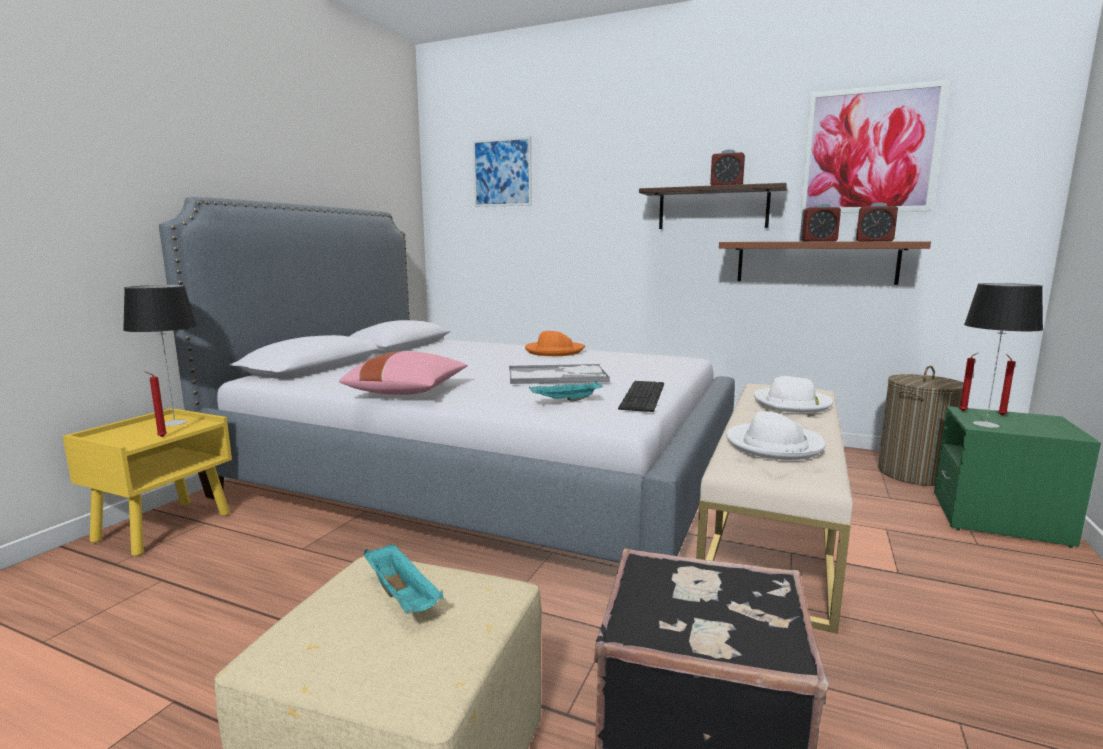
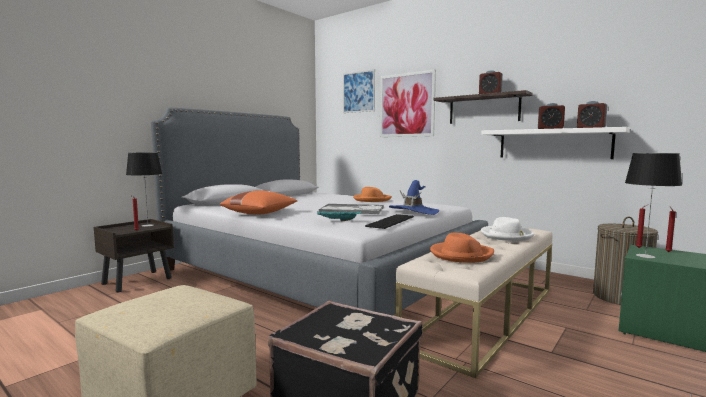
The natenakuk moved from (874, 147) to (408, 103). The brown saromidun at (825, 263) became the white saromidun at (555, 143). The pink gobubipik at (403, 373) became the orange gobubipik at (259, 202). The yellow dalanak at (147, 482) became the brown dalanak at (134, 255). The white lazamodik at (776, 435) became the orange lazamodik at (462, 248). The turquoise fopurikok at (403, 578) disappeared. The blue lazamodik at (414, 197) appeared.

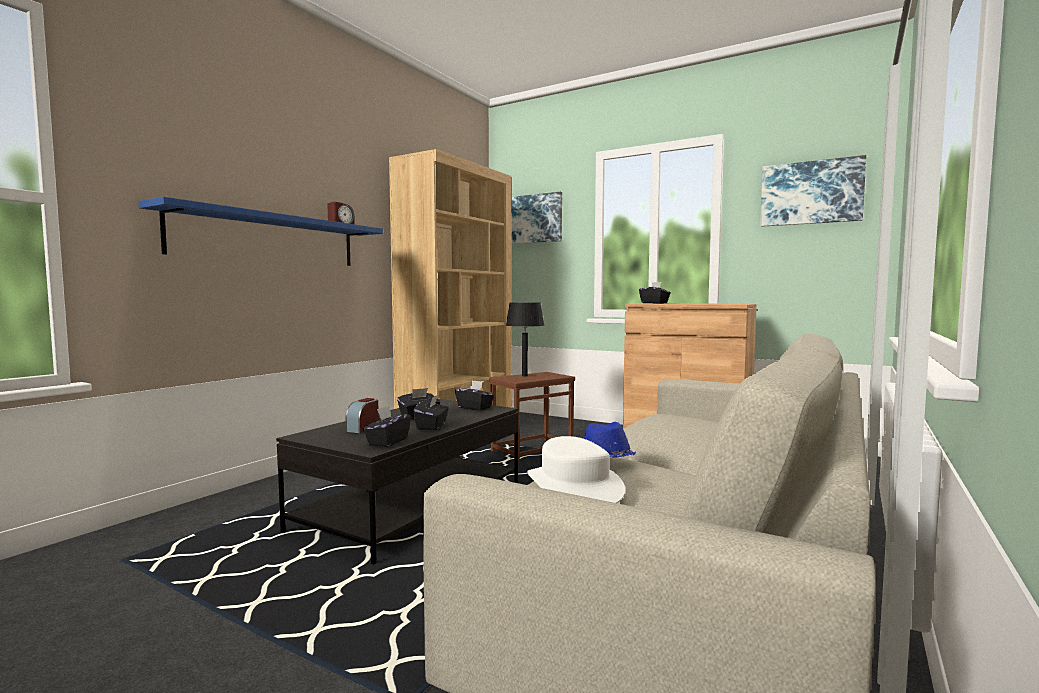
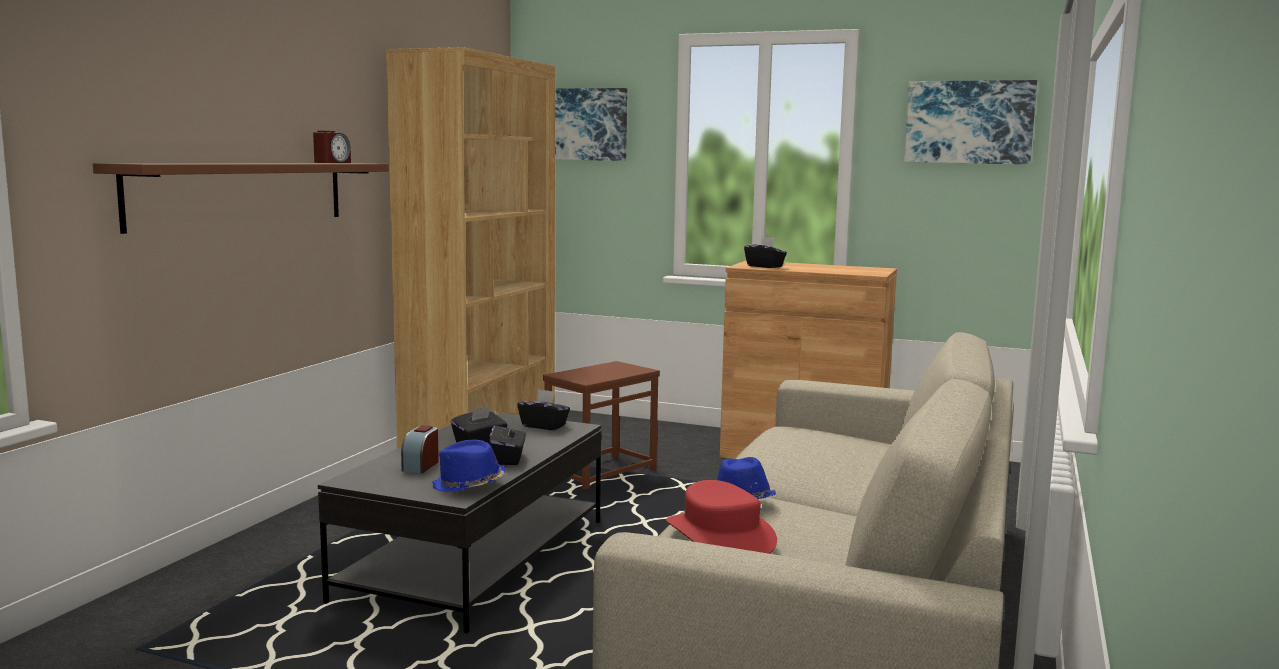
The blue saromidun at (260, 231) became the brown saromidun at (241, 198). The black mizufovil at (525, 339) disappeared. The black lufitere at (387, 426) was replaced by the blue lazamodik at (469, 466). The white lazamodik at (576, 469) became the red lazamodik at (721, 517).

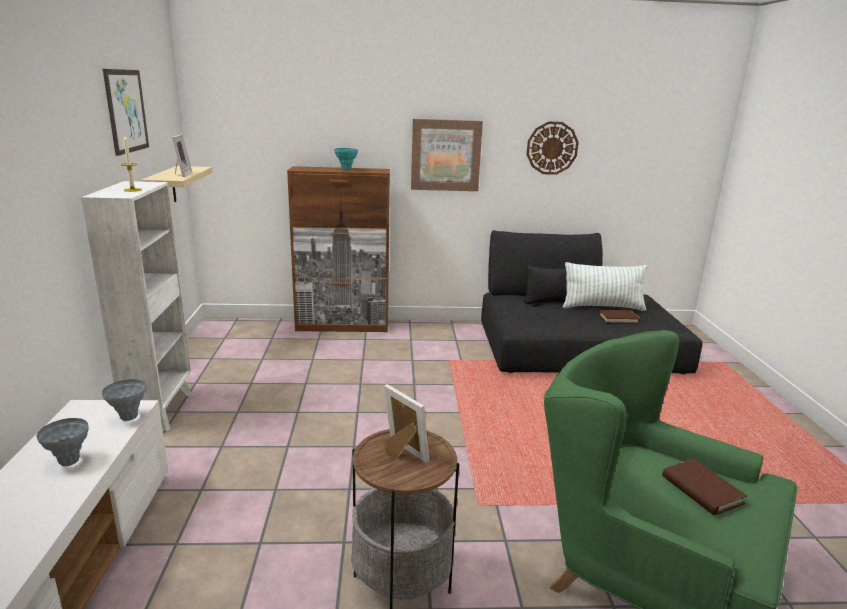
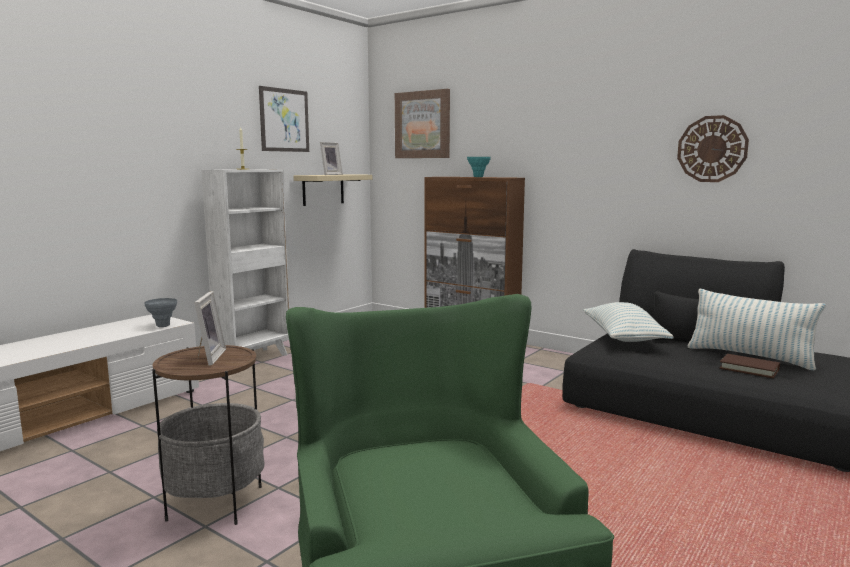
The natenakuk moved from (447, 155) to (422, 123). The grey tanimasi at (62, 442) disappeared. The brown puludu at (704, 487) disappeared. The gobubipik at (628, 322) appeared.

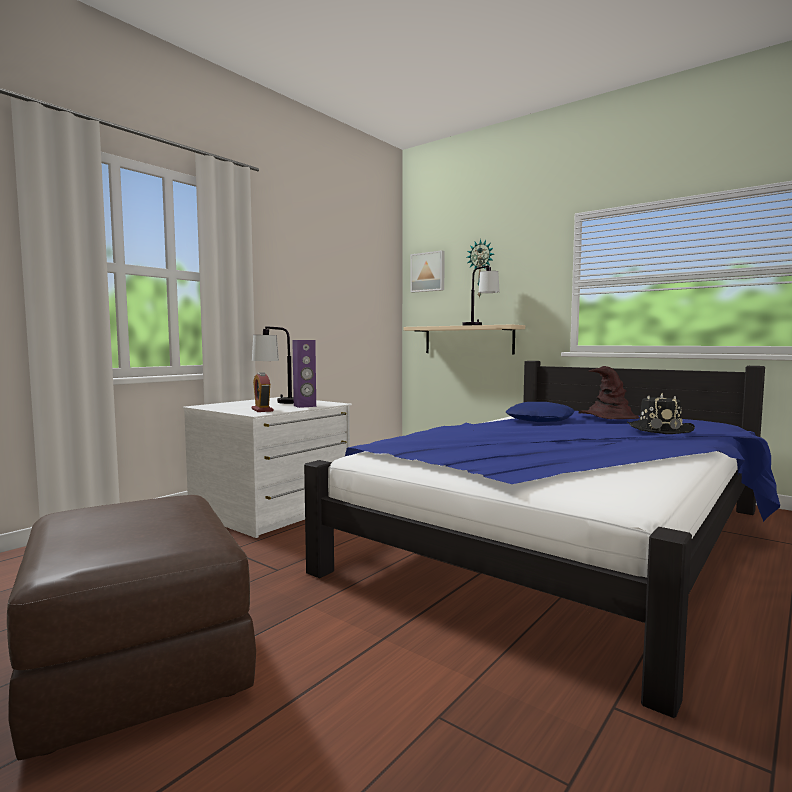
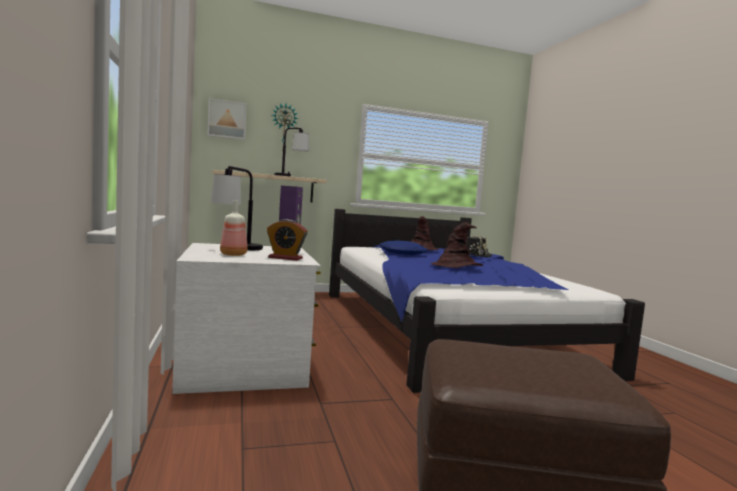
The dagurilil at (234, 228) appeared. The brown lazamodik at (457, 245) appeared.

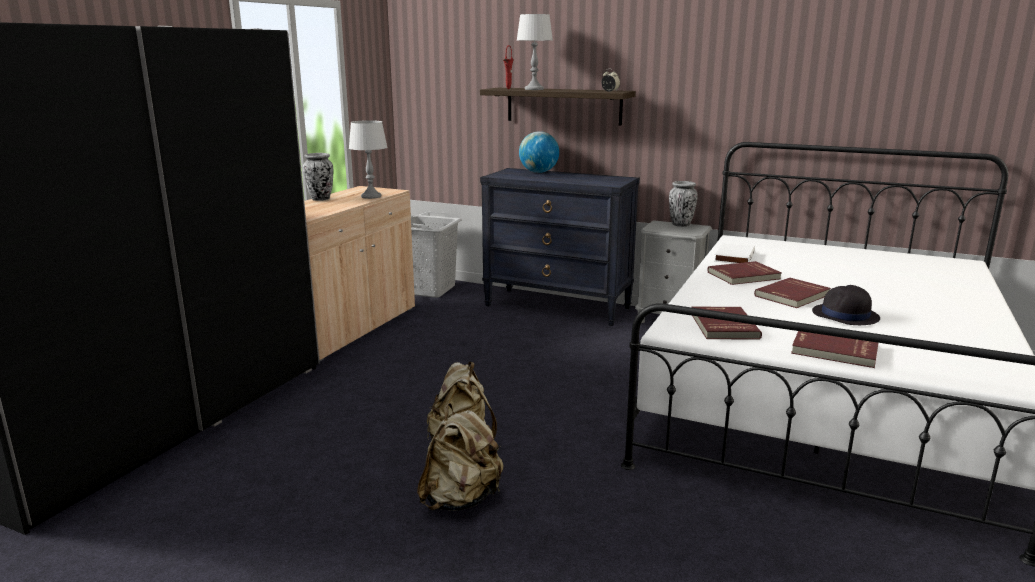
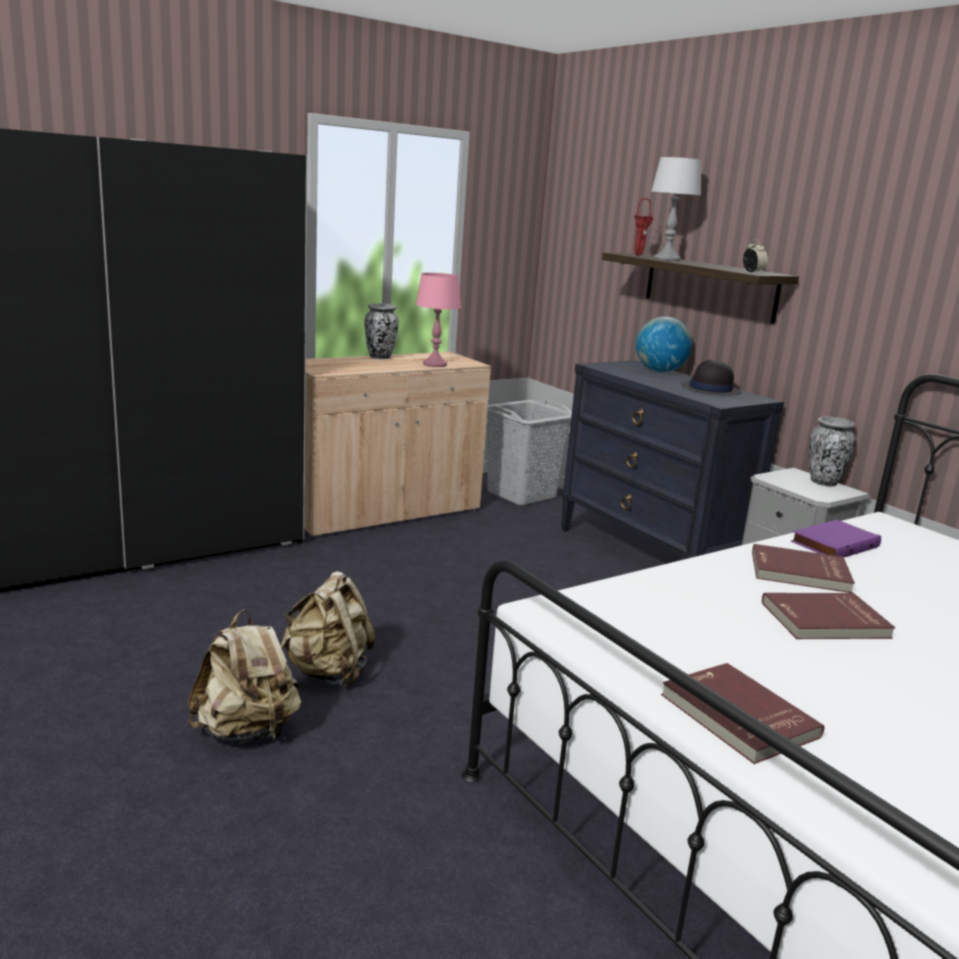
The grey mizufovil at (368, 159) became the pink mizufovil at (438, 320). The white puludu at (734, 253) became the purple puludu at (836, 538). The black lazamodik moved from (846, 305) to (710, 377). The red puludu at (727, 323) disappeared.

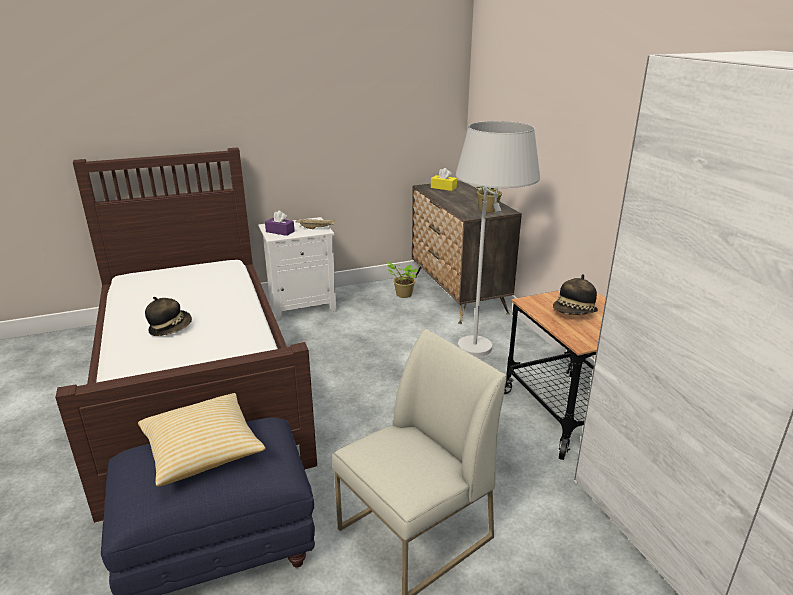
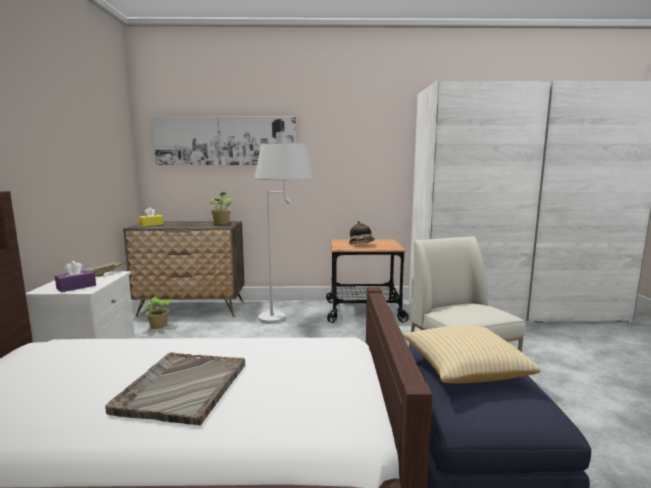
The lazamodik at (168, 316) was replaced by the grey fopurikok at (175, 389). The natenakuk at (224, 141) appeared.

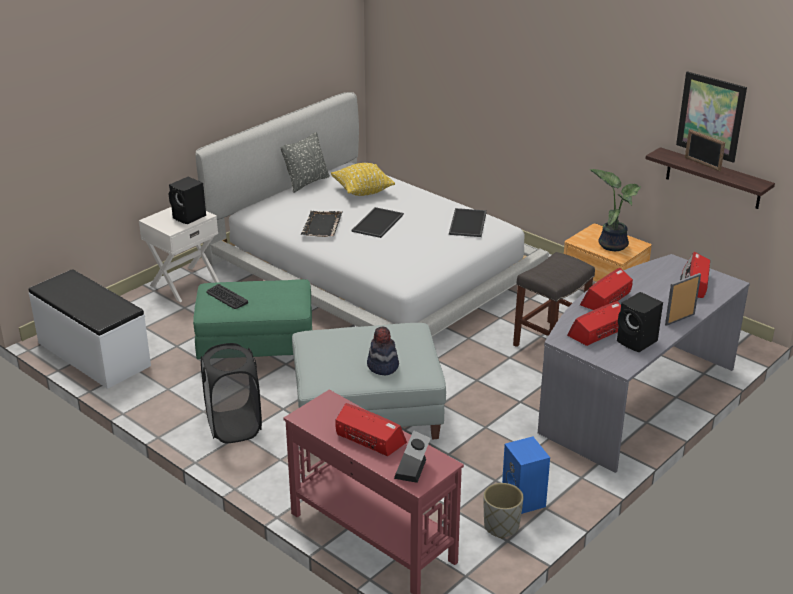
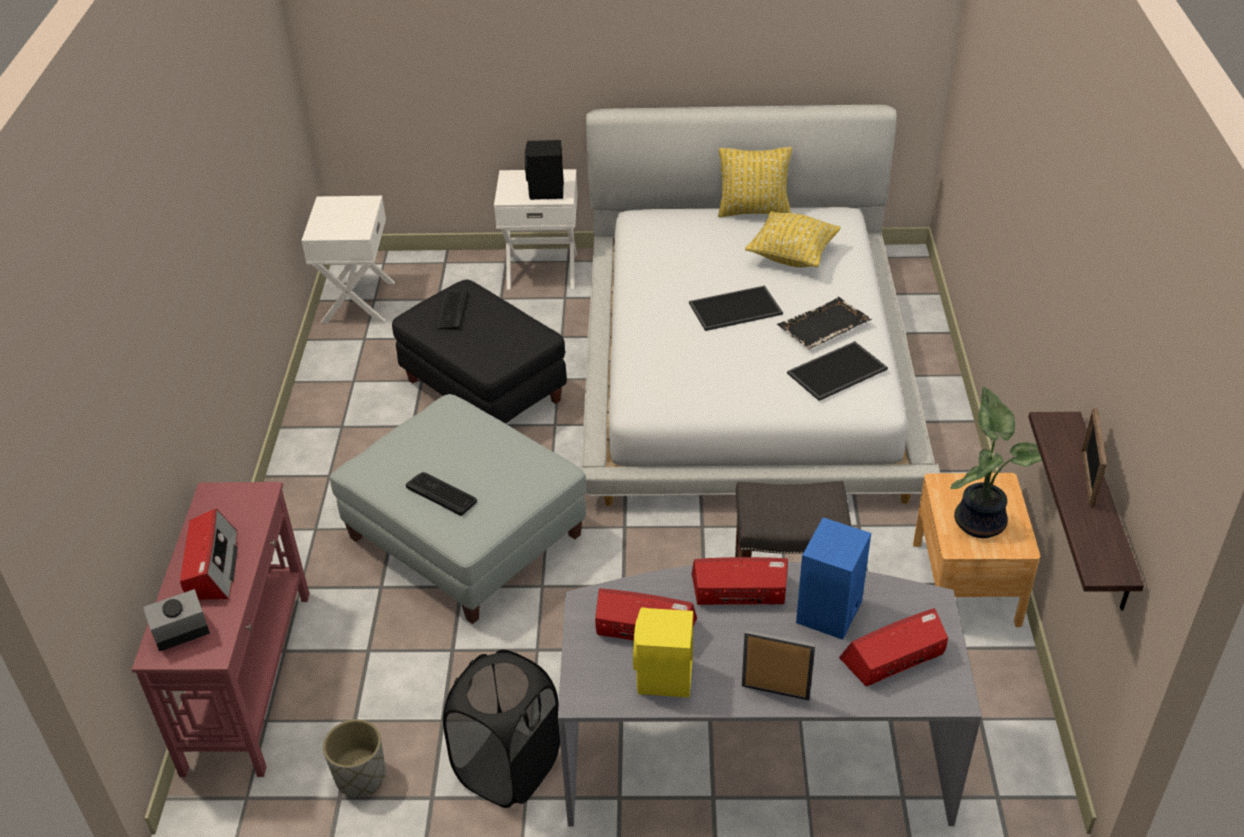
The natenakuk at (711, 117) disappeared. The grey gobubipik at (305, 162) became the yellow gobubipik at (755, 182). The black fopurikok moved from (322, 224) to (824, 323). The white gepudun at (90, 329) was replaced by the white dalanak at (348, 259). The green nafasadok at (252, 319) became the black nafasadok at (479, 352). The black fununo at (640, 322) became the yellow fununo at (663, 652). The lazamodik at (383, 351) was replaced by the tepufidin at (441, 494). The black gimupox moved from (231, 393) to (501, 728). The blue fununo moved from (526, 475) to (833, 579).

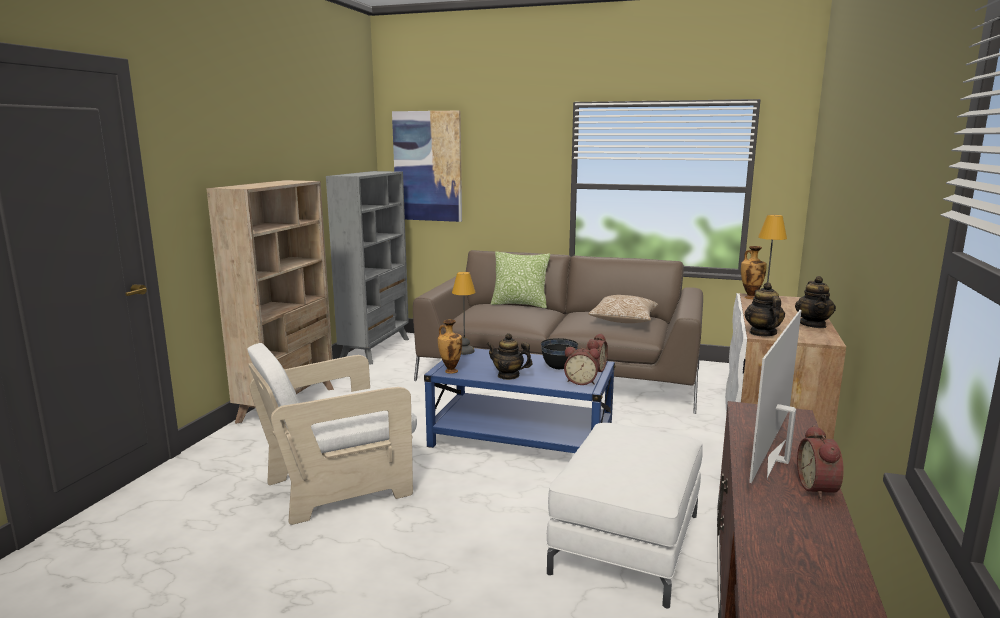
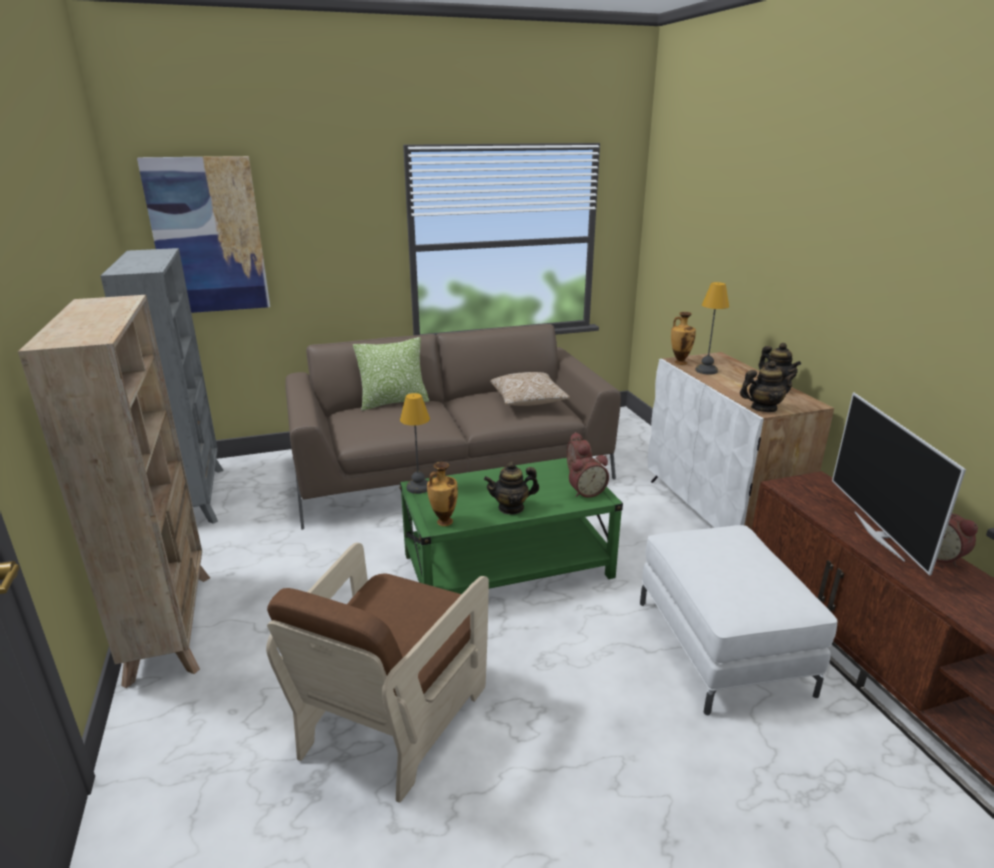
The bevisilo at (765, 309) turned 120 degrees clockwise. The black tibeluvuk at (559, 353) disappeared. The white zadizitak at (332, 434) became the brown zadizitak at (377, 672). The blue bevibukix at (520, 400) became the green bevibukix at (511, 526).

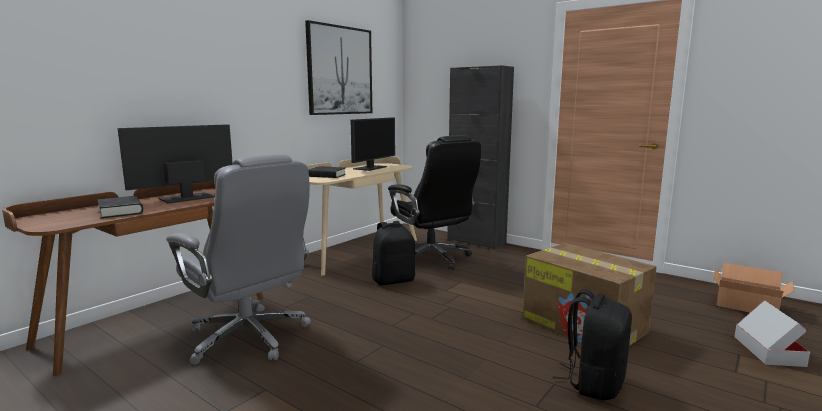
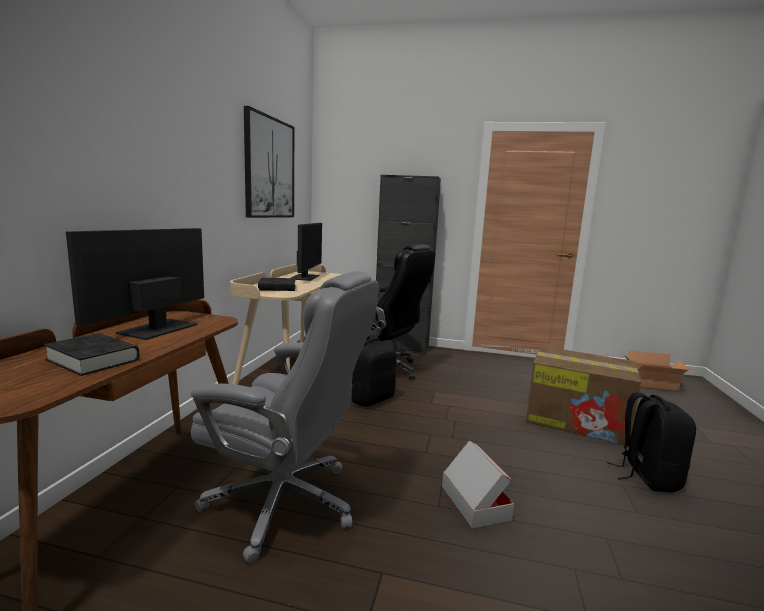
The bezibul moved from (772, 333) to (478, 485).

